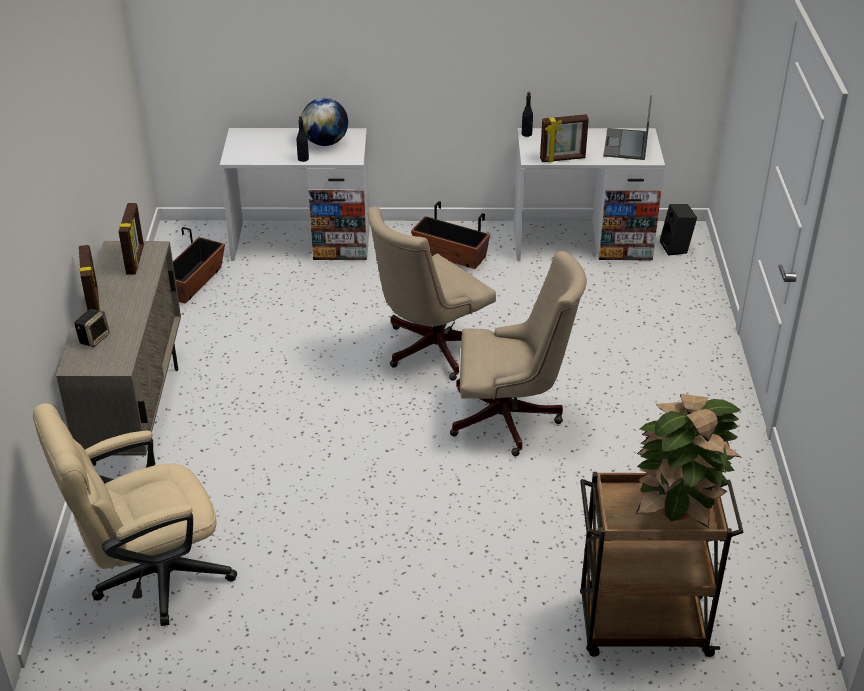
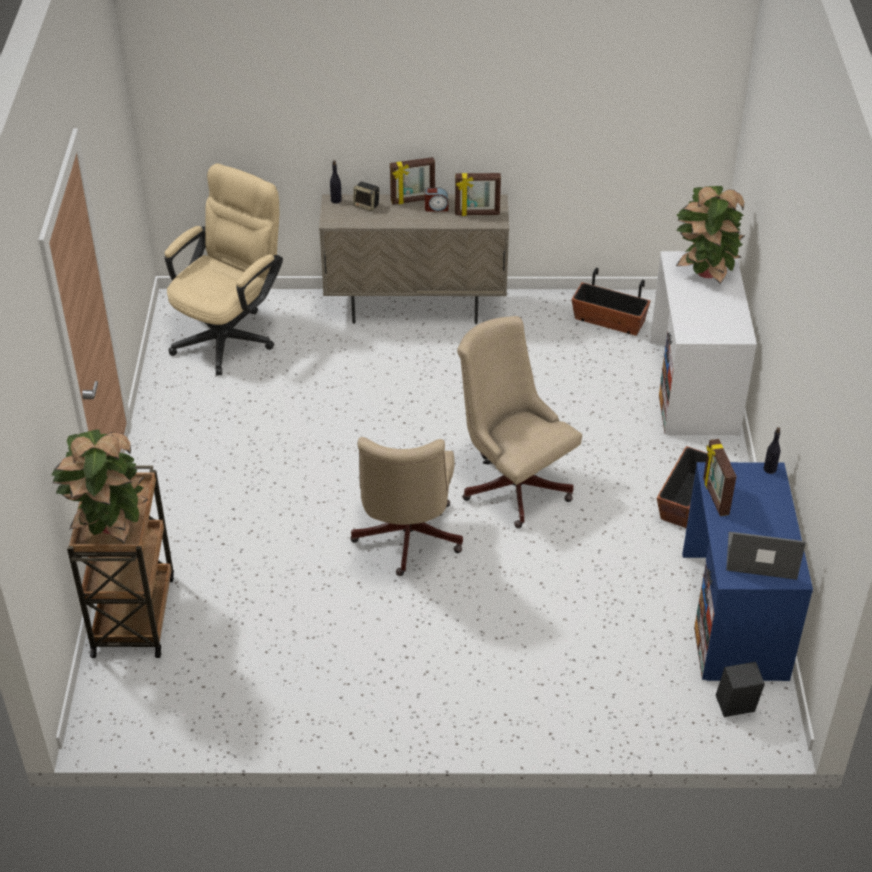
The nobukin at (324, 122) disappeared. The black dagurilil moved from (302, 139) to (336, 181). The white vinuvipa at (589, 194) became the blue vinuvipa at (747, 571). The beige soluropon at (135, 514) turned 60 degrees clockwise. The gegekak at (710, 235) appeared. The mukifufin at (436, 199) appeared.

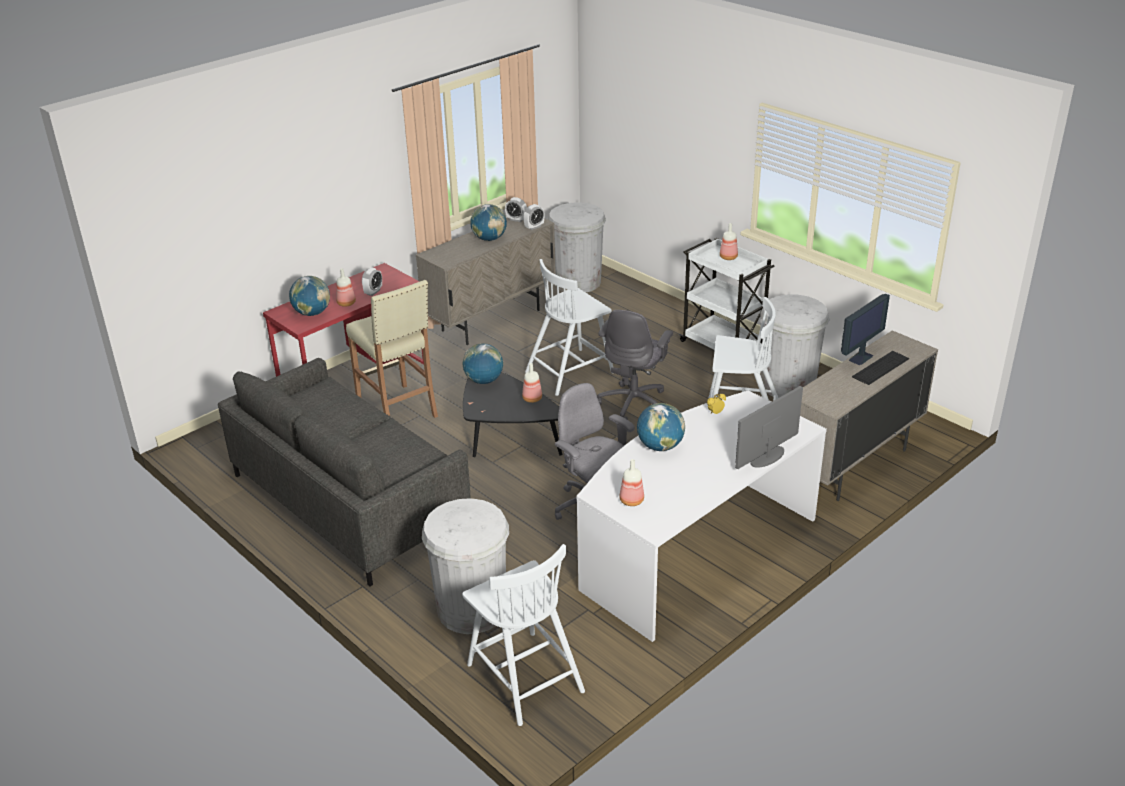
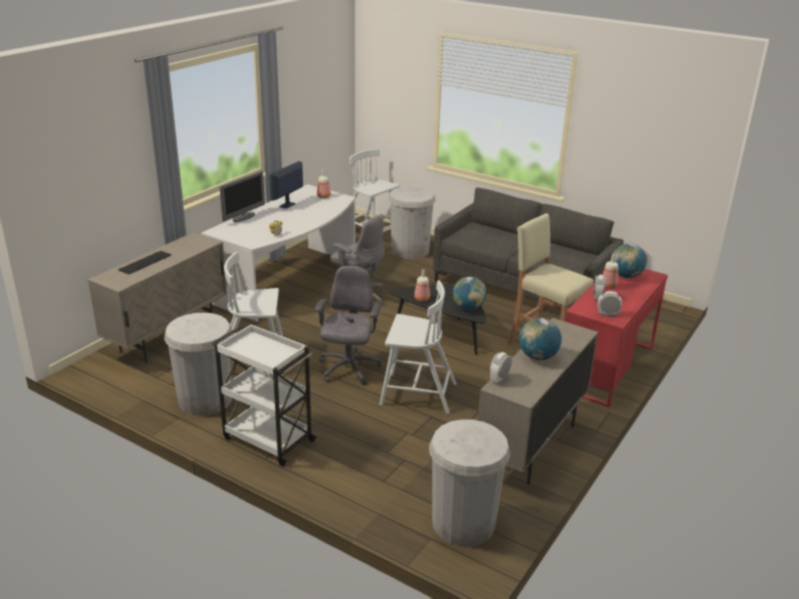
The mukifufin moved from (516, 209) to (610, 304). The dagurilil at (729, 241) disappeared. The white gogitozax at (569, 327) turned 60 degrees clockwise. The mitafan moved from (865, 329) to (286, 185). The nobukin at (661, 427) disappeared.

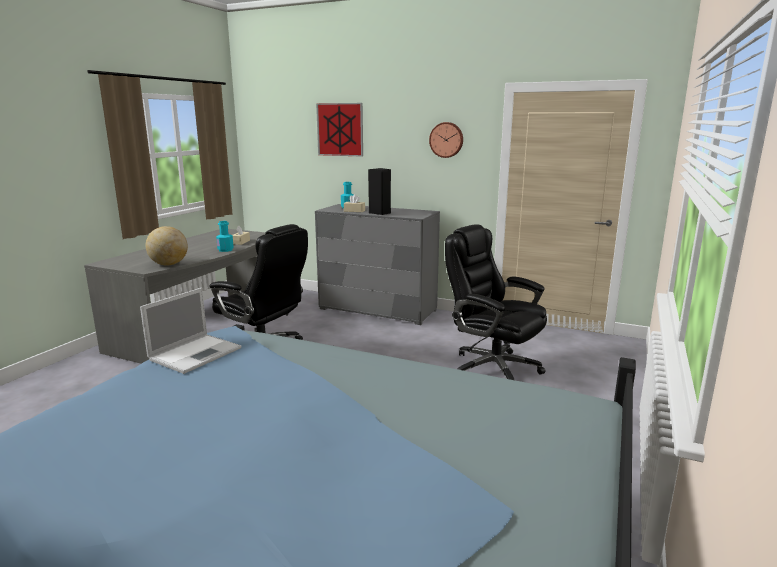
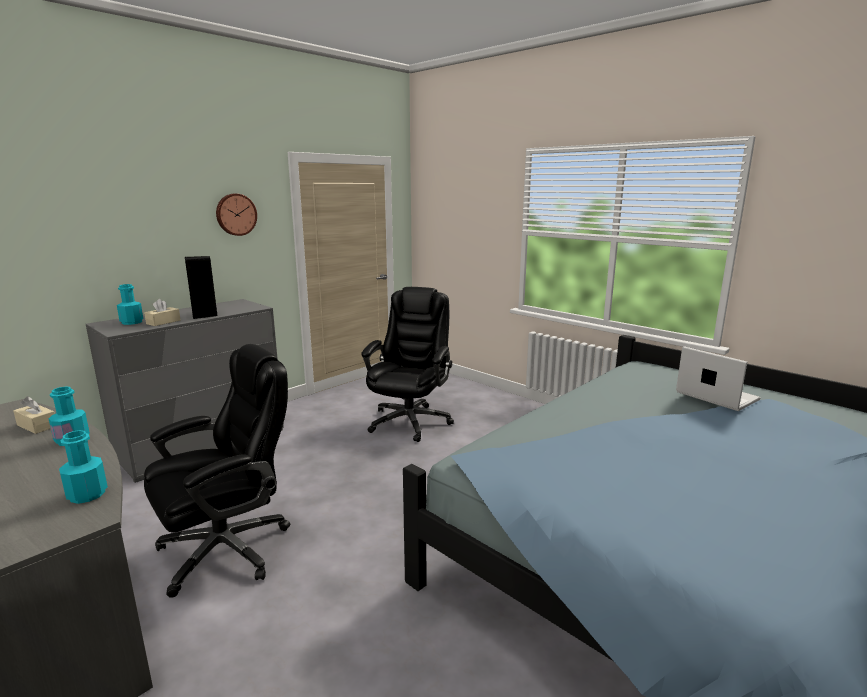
The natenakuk at (339, 130) disappeared. The black soluropon at (496, 302) turned 135 degrees clockwise. The nobukin at (166, 245) was replaced by the turquoise dagurilil at (83, 467). The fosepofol moved from (190, 331) to (718, 378).

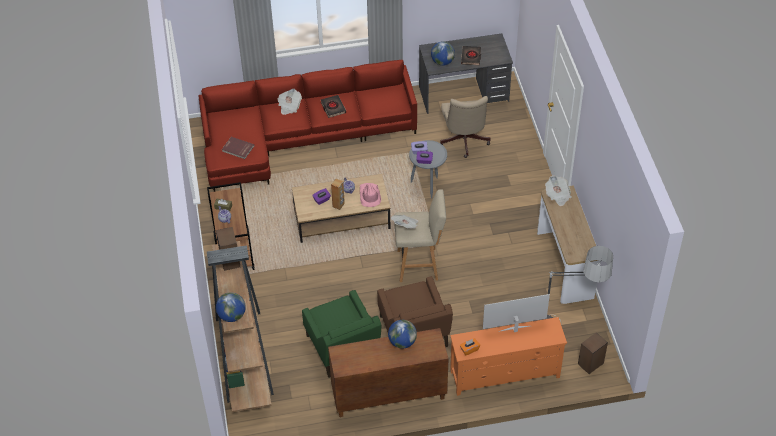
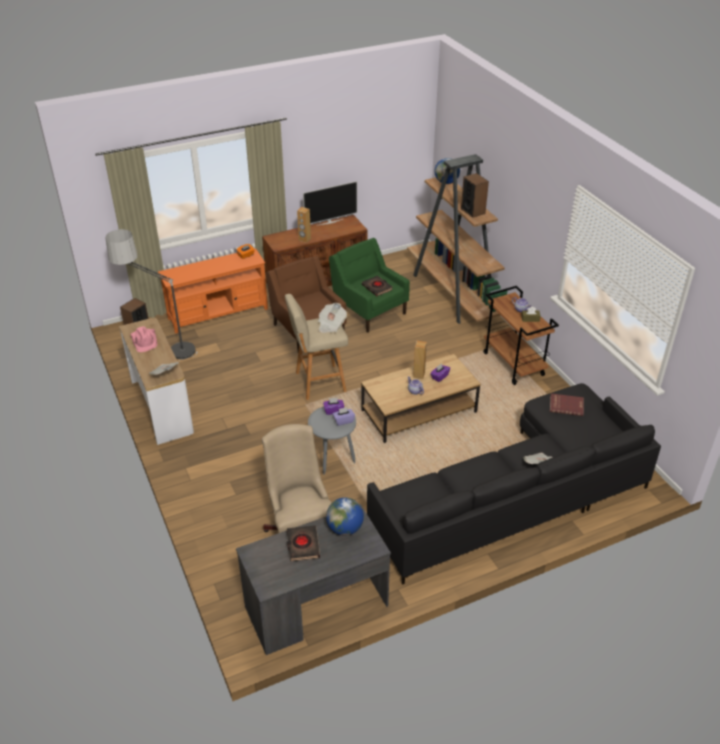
The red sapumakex at (308, 126) became the black sapumakex at (514, 484). The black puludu moved from (333, 106) to (377, 286). The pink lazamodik moved from (370, 195) to (143, 339). The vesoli moved from (516, 313) to (330, 203). The nobukin at (402, 334) was replaced by the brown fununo at (304, 225).

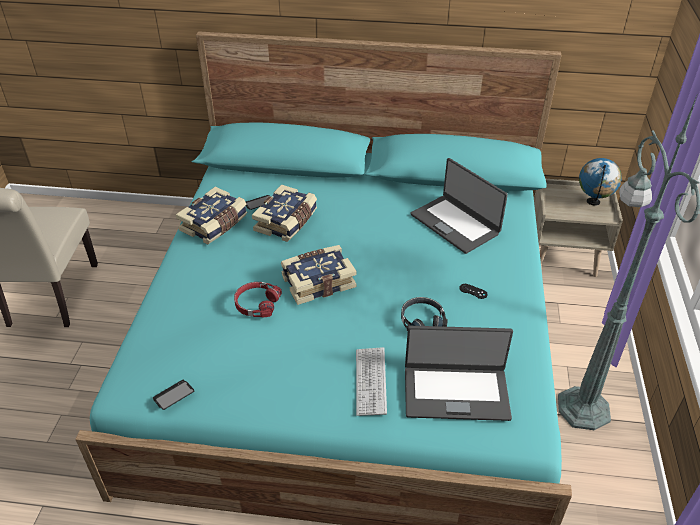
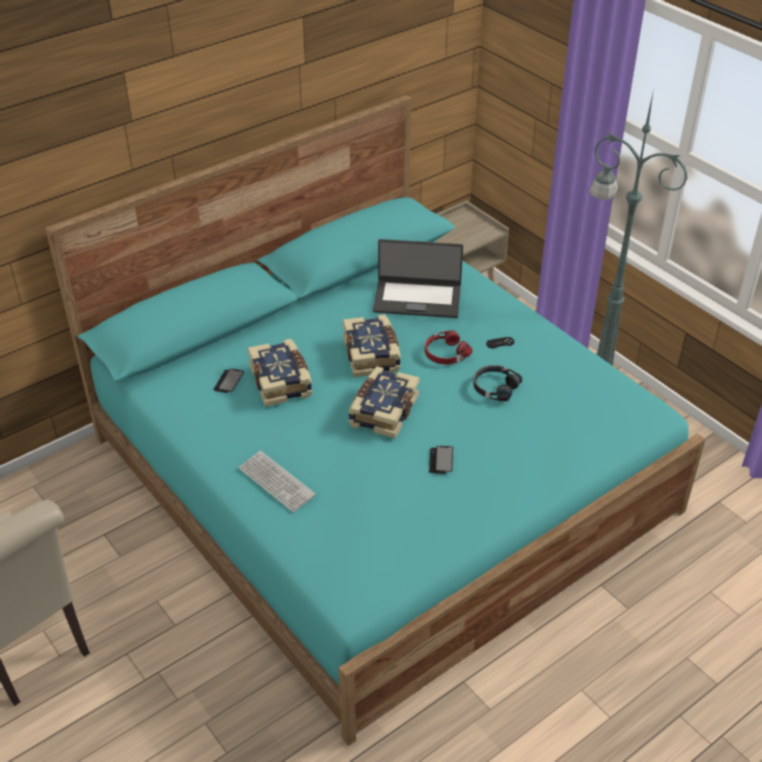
The nobukin at (600, 182) disappeared. The puludu moved from (211, 215) to (372, 345). The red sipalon moved from (258, 300) to (449, 347). The fosepofol at (459, 373) disappeared. The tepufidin moved from (371, 381) to (277, 482). The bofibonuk moved from (173, 395) to (441, 460).

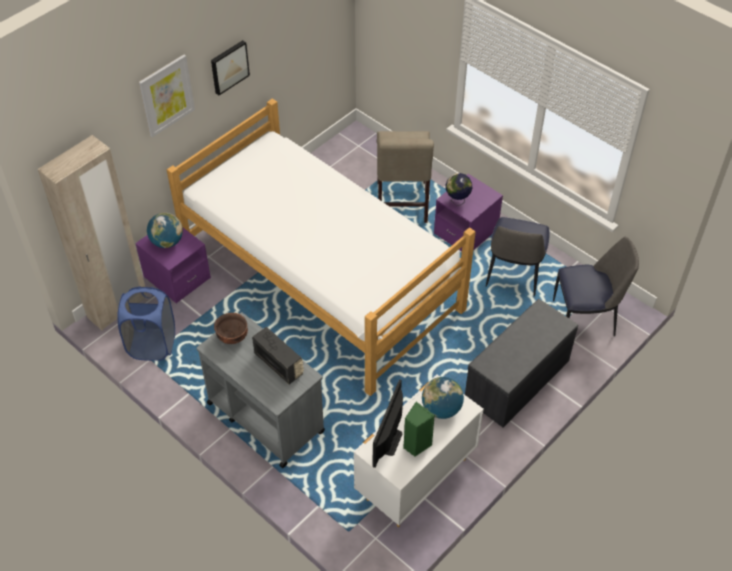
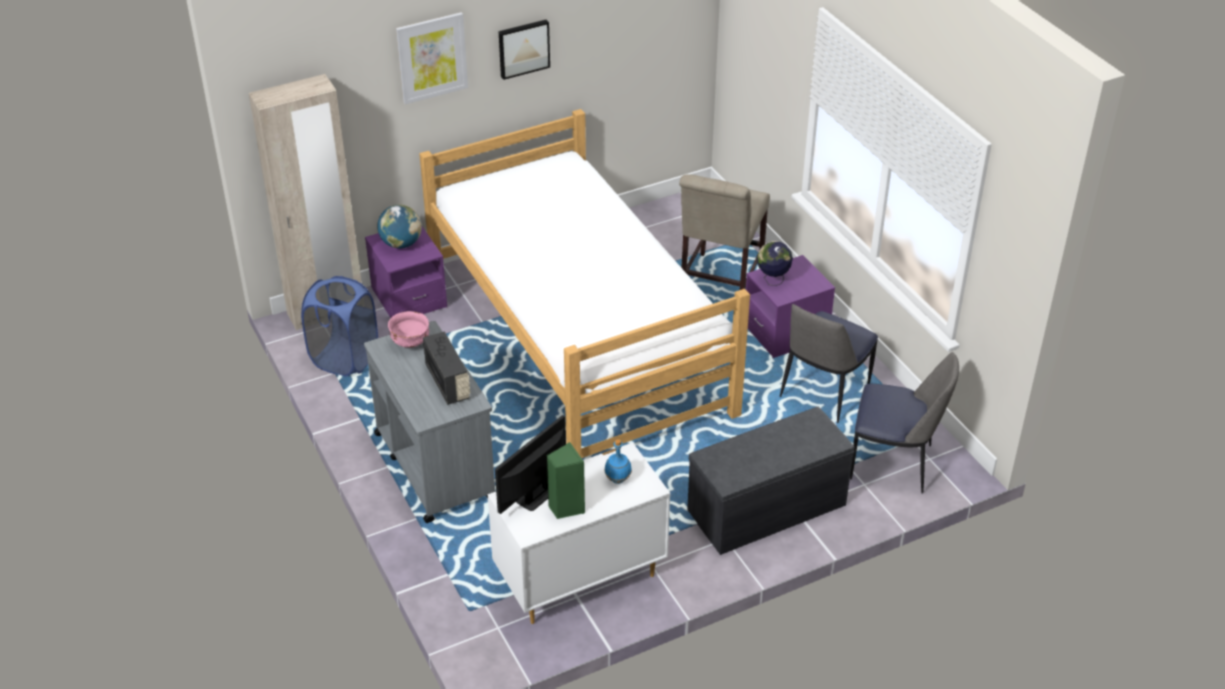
The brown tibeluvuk at (231, 328) became the pink tibeluvuk at (408, 329). The nobukin at (443, 398) was replaced by the blue dagurilil at (618, 461).

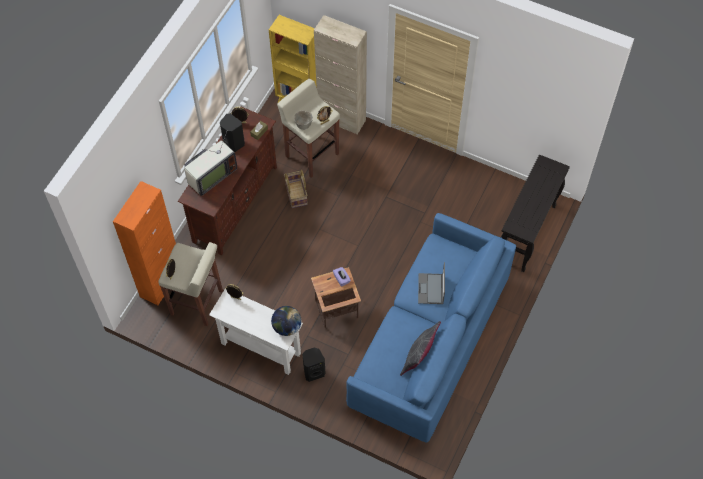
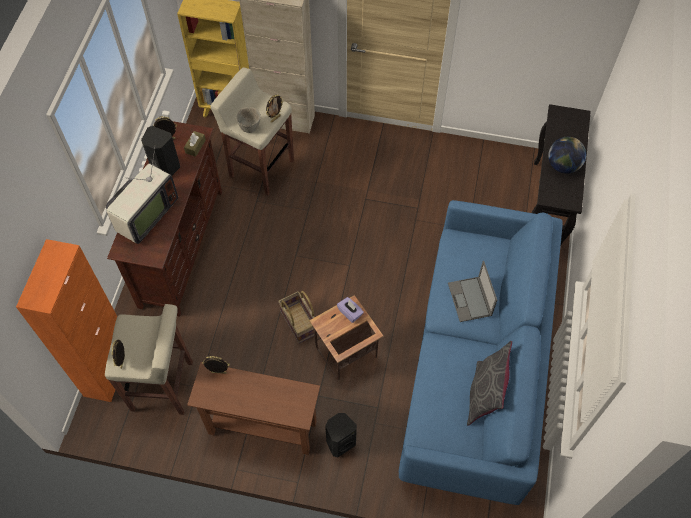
The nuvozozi moved from (296, 189) to (298, 317). The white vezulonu at (256, 332) became the brown vezulonu at (253, 408). The nobukin moved from (286, 321) to (567, 155).

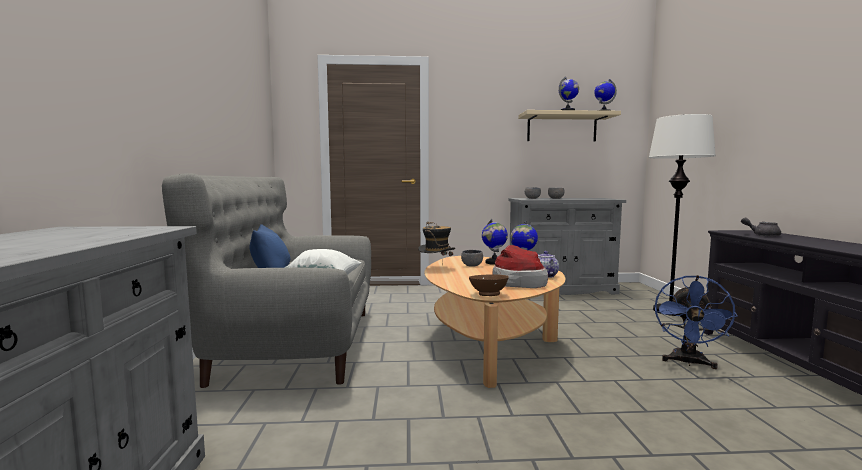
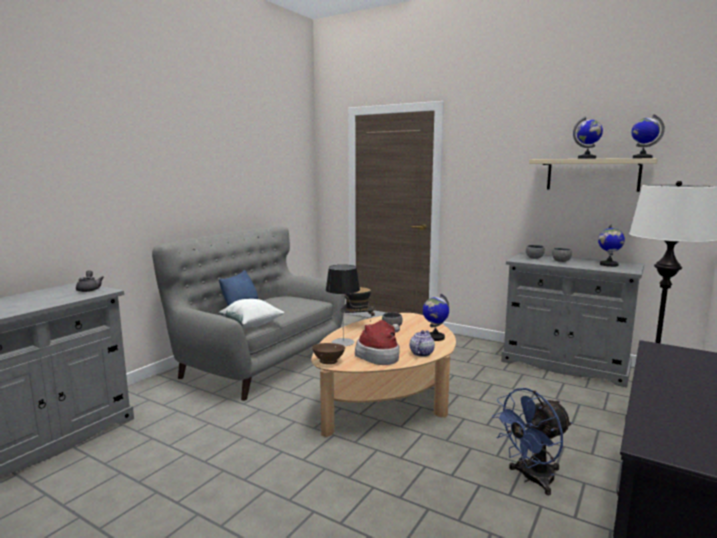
The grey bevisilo moved from (761, 227) to (90, 281). The nobukin moved from (495, 242) to (611, 245). The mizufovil at (343, 305) appeared.

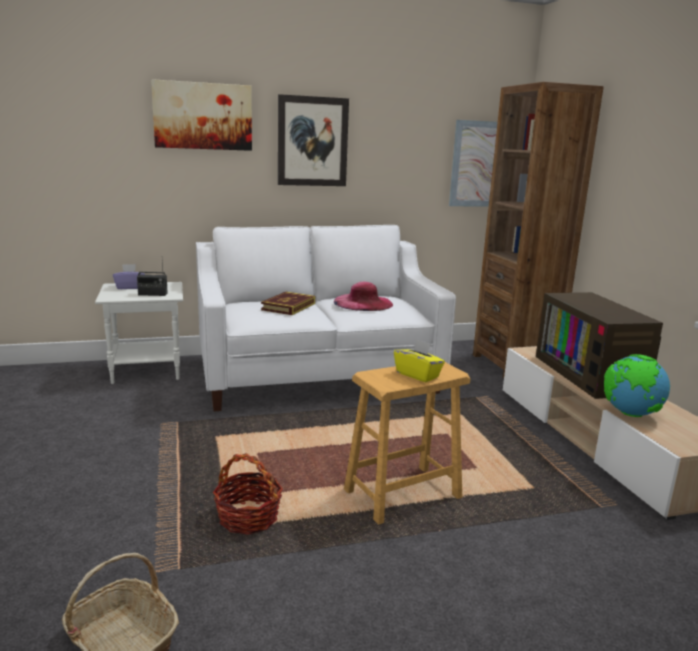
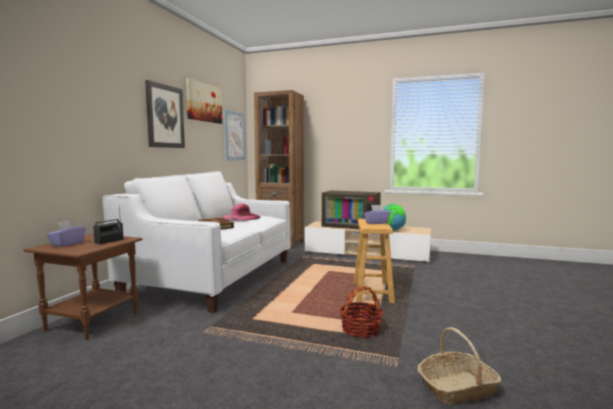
The natenakuk moved from (201, 115) to (204, 101). The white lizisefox at (139, 333) became the brown lizisefox at (83, 287). The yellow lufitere at (419, 360) became the purple lufitere at (377, 214).

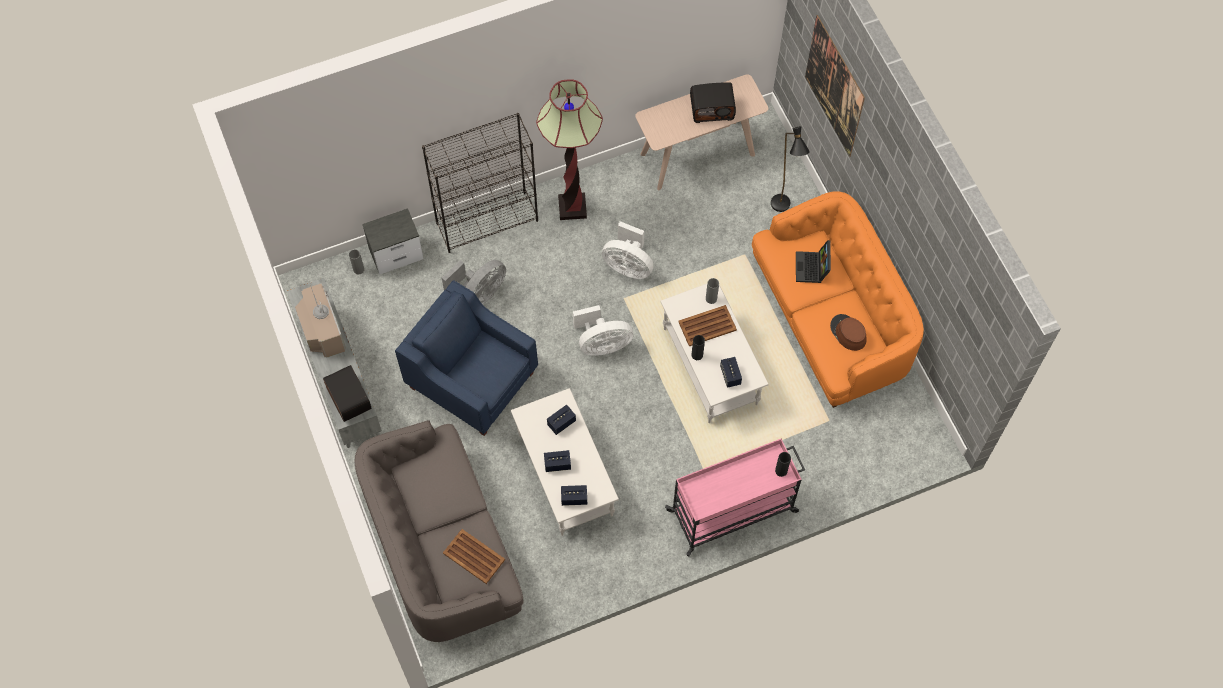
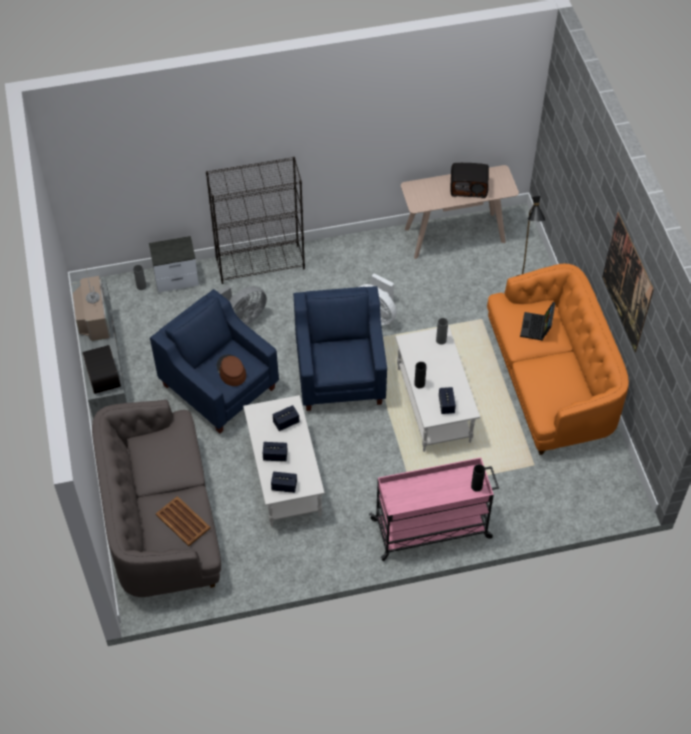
The natenakuk moved from (835, 86) to (628, 282). The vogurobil at (569, 149) disappeared. The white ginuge at (603, 330) was replaced by the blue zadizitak at (340, 348). The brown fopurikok at (707, 325) disappeared. The brown lazamodik moved from (848, 332) to (231, 370).

